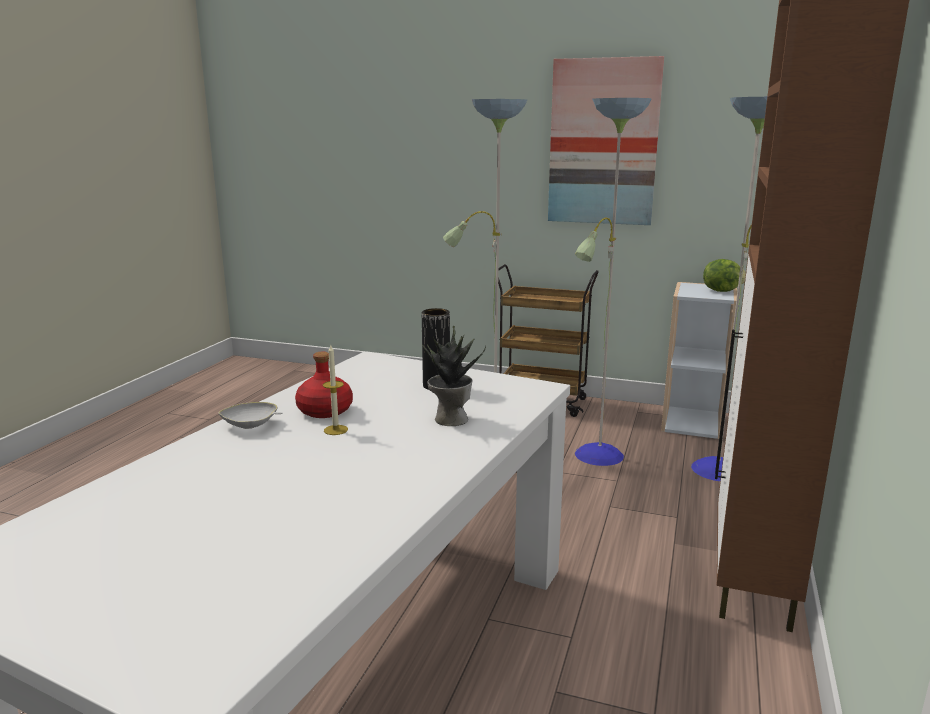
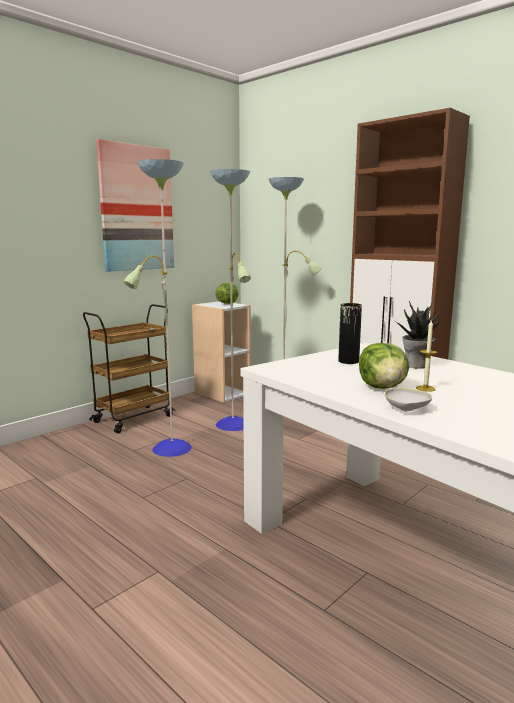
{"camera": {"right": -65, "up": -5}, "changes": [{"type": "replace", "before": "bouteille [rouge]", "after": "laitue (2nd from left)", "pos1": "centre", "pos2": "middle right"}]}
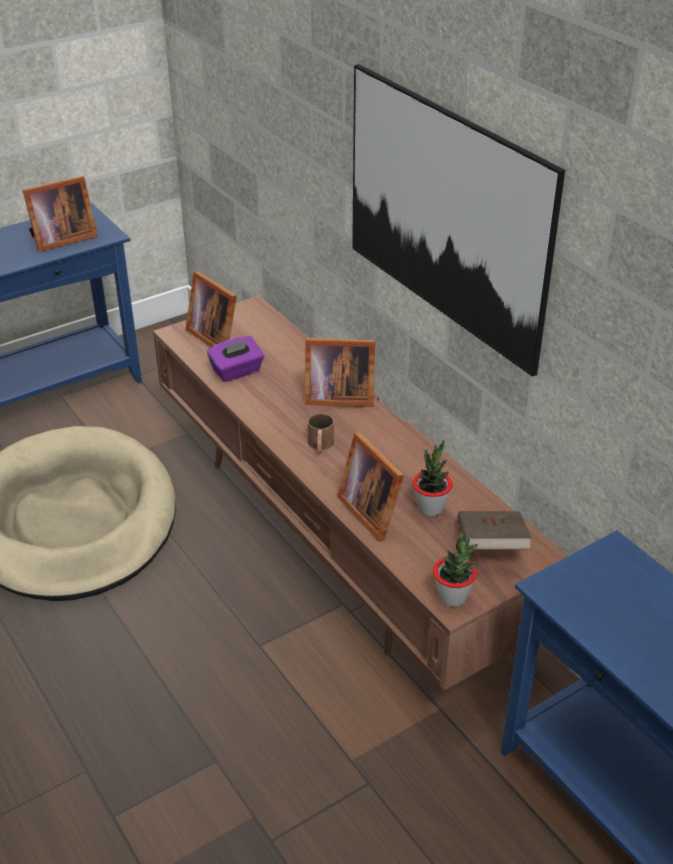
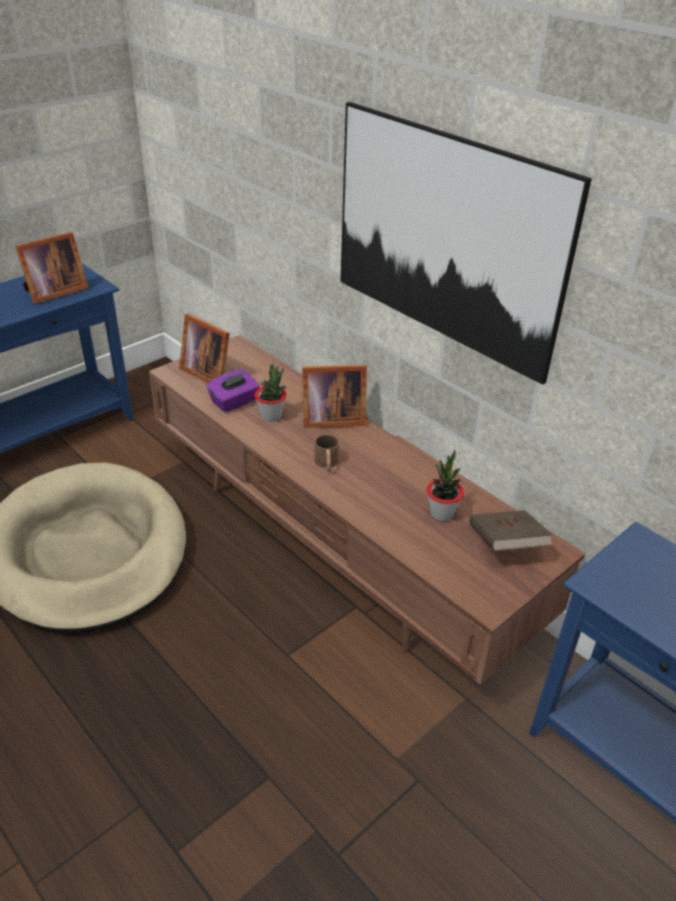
{"camera": {"right": -10, "up": 0}, "changes": [{"type": "delete", "before": "cadre photo (4th from left)", "pos1": "centre"}, {"type": "move", "before": "plante en pot (2nd from left in the first image)", "after": "plante en pot (1st from left)", "pos1": "middle right", "pos2": "centre"}]}
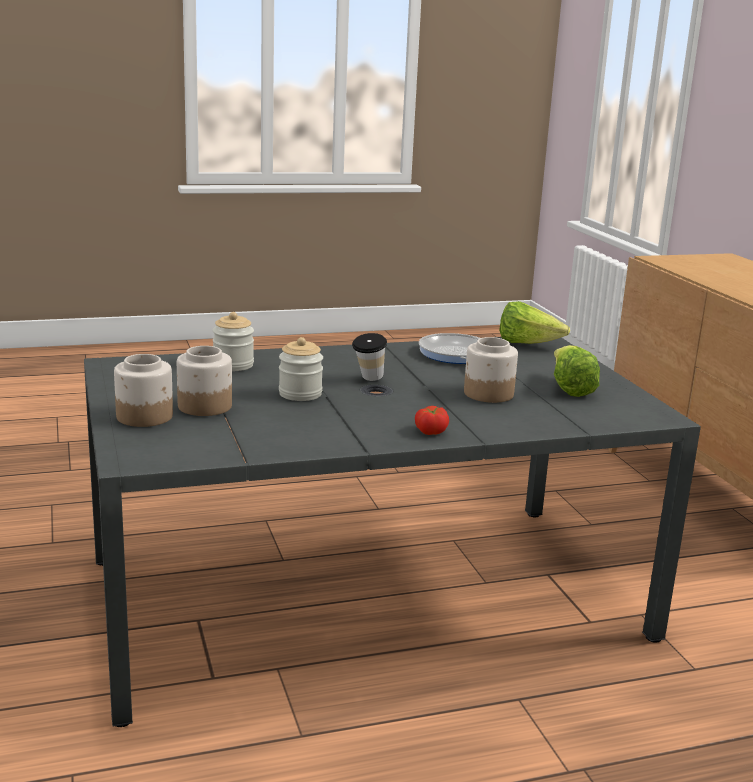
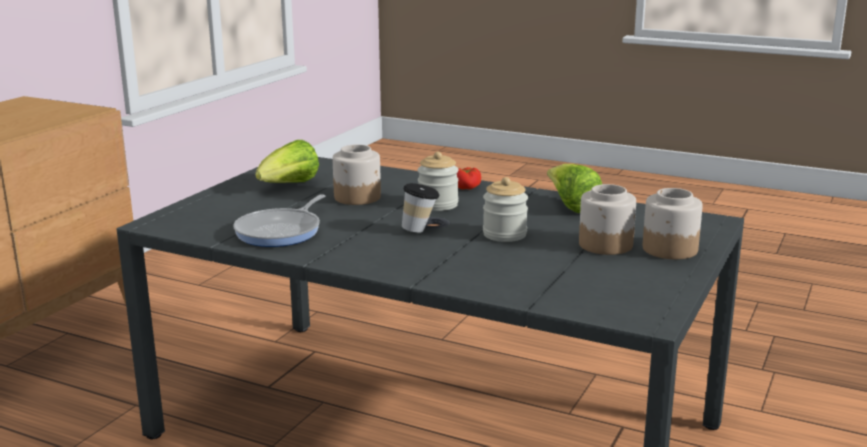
{"camera": {"right": -135, "up": 0}, "changes": [{"type": "move", "before": "bocal (3rd from left in the first image)", "after": "bocal (2nd from left)", "pos1": "middle left", "pos2": "centre"}, {"type": "move", "before": "laitue (1st from left in the first image)", "after": "laitue (2nd from left)", "pos1": "middle right", "pos2": "centre"}]}
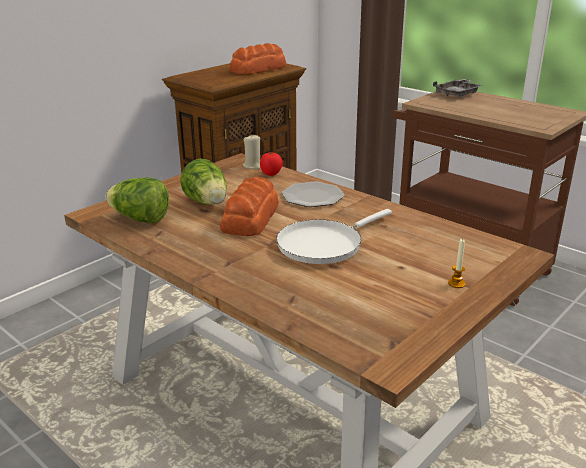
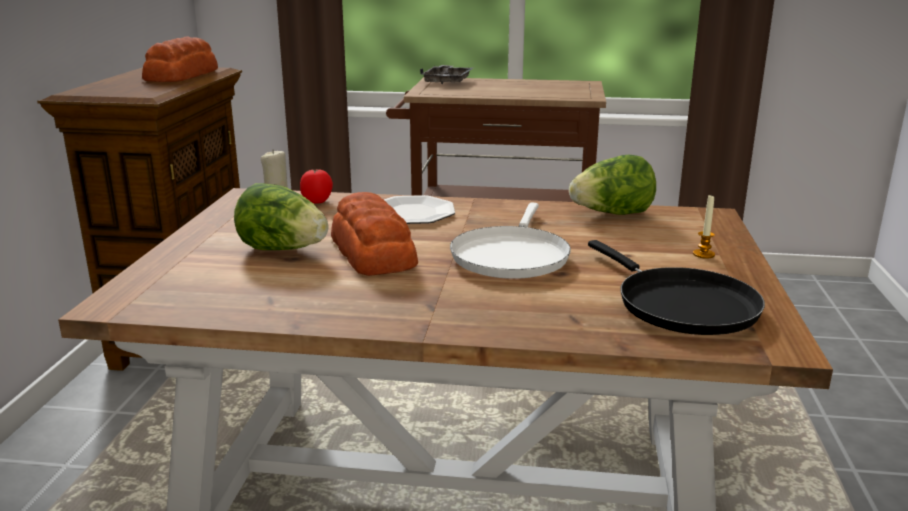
{"camera": {"right": -35, "up": -5}, "changes": [{"type": "insert", "after": "poêle [noir]", "pos2": "middle right"}, {"type": "move", "before": "laitue (1st from left in the first image)", "after": "laitue (2nd from left)", "pos1": "middle left", "pos2": "middle right"}]}
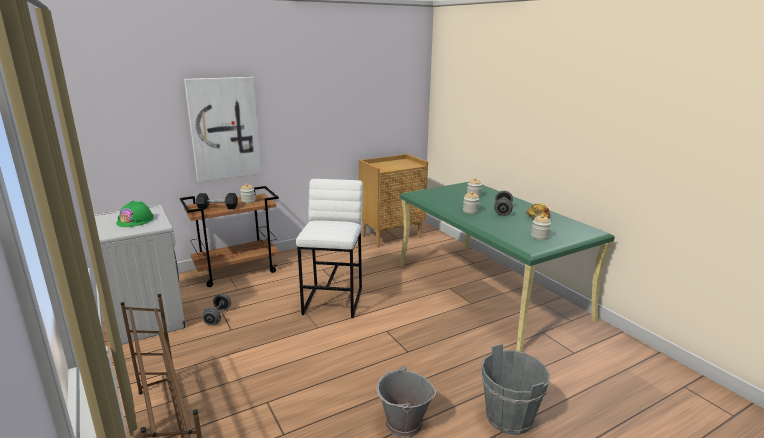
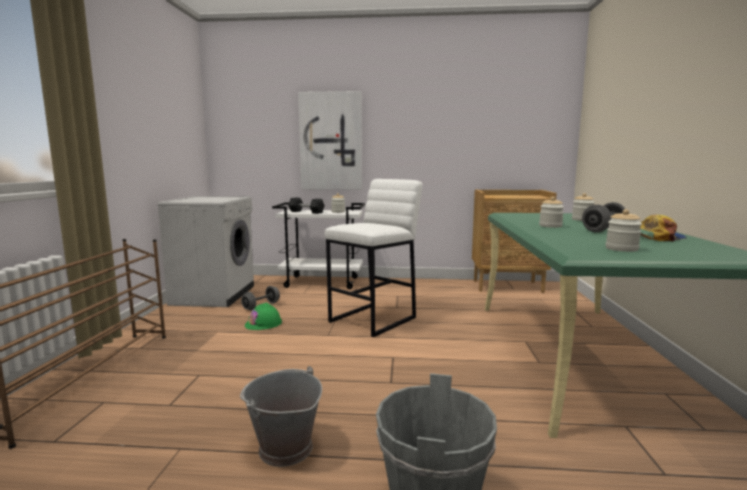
{"camera": {"right": 35, "up": -10}, "changes": [{"type": "move", "before": "casque de chantier [vert]", "pos1": "middle left", "pos2": "centre"}, {"type": "recolor", "before": "chariot [marron]", "after": "chariot [blanc]", "pos1": "middle left", "pos2": "centre"}]}
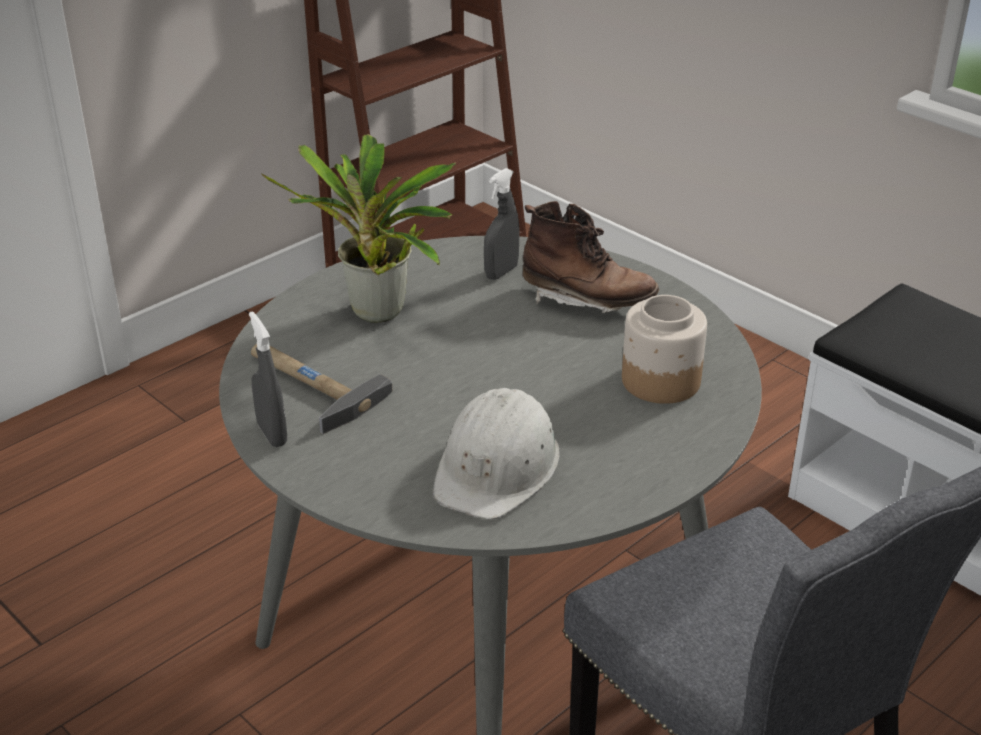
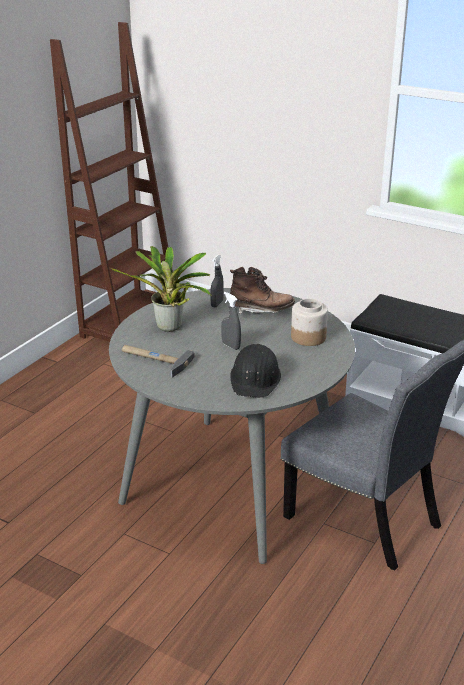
{"camera": {"right": -15, "up": -5}, "changes": [{"type": "move", "before": "vaporisateur [gris] (1st from left in the first image)", "after": "vaporisateur [gris] (2nd from left)", "pos1": "middle left", "pos2": "centre"}, {"type": "recolor", "before": "casque de chantier [blanc]", "after": "casque de chantier [noir]", "pos1": "centre", "pos2": "centre"}]}
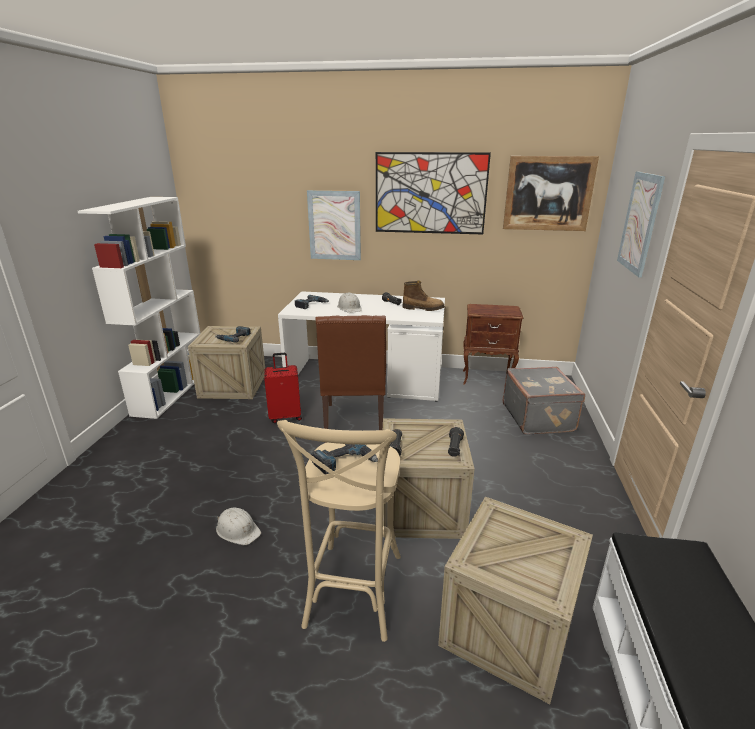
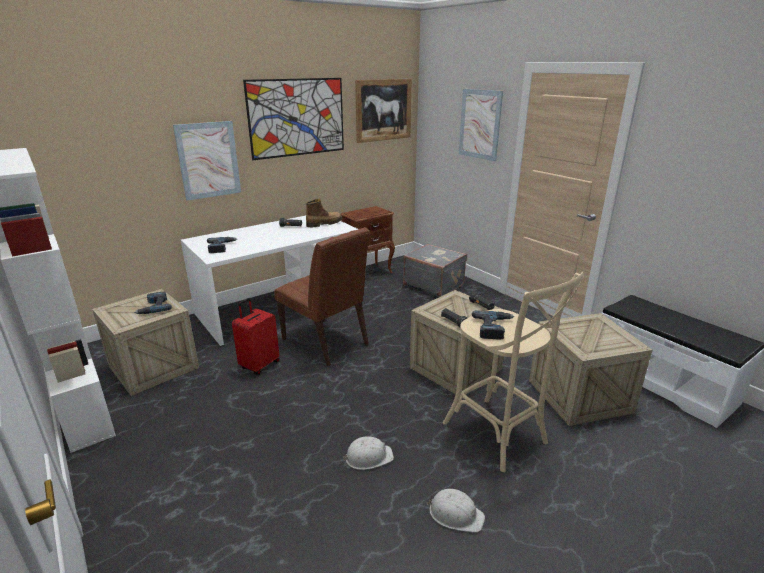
{"camera": {"right": -45, "up": 0}, "changes": [{"type": "move", "before": "casque de chantier [blanc] (2nd from left)", "pos1": "centre", "pos2": "bottom centre"}]}
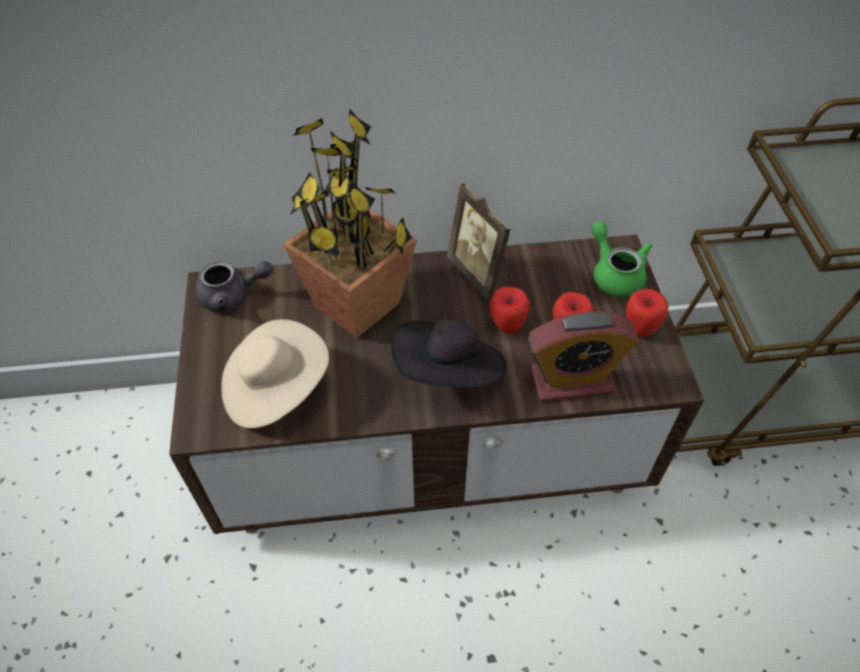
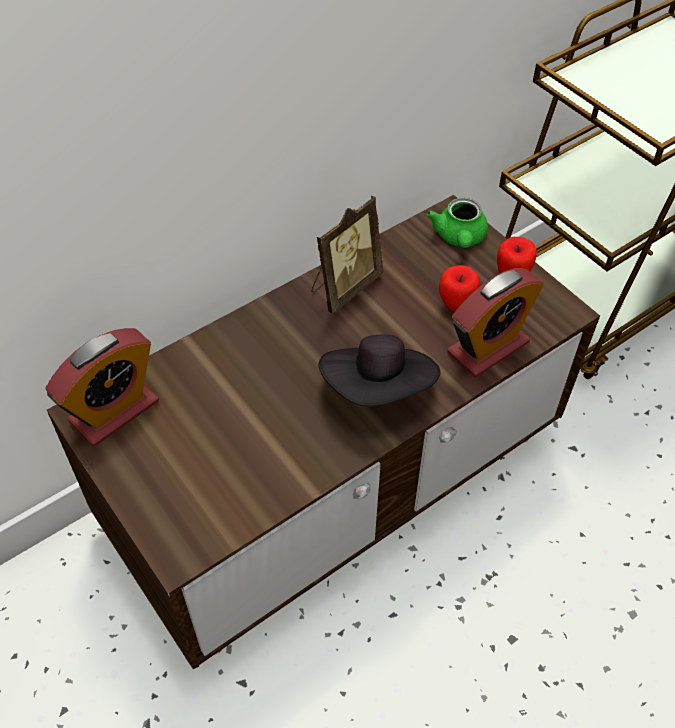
{"camera": {"right": -30, "up": 0}, "changes": [{"type": "delete", "before": "chapeau [beige]", "pos1": "middle left"}, {"type": "delete", "before": "plante en pot", "pos1": "top centre"}, {"type": "delete", "before": "pomme (1st from left)", "pos1": "centre"}, {"type": "replace", "before": "théière [gris]", "after": "réveil (1st from left)", "pos1": "middle left", "pos2": "middle left"}, {"type": "rotate", "before": "cadre photo", "pos1": "centre", "pos2": "centre", "turn": -75}, {"type": "rotate", "before": "théière [vert]", "pos1": "middle right", "pos2": "top right", "turn": -120}]}
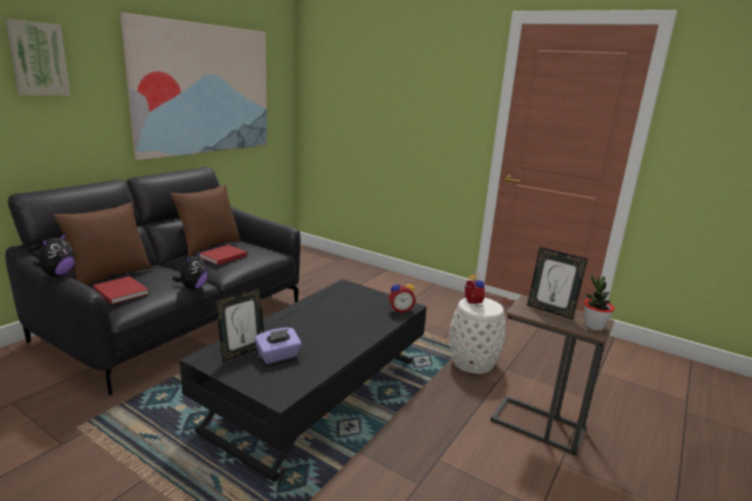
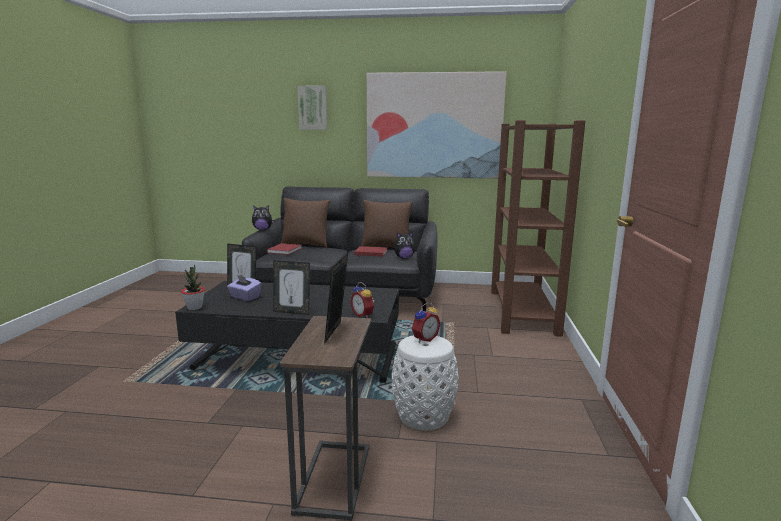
{"camera": {"right": 65, "up": -5}, "changes": [{"type": "insert", "after": "cadre photo (2nd from left)", "pos2": "centre"}, {"type": "insert", "after": "bibliothèque [marron]", "pos2": "middle right"}, {"type": "move", "before": "peluche (2nd from left)", "pos1": "middle left", "pos2": "centre"}, {"type": "move", "before": "plante en pot", "pos1": "middle right", "pos2": "middle left"}]}
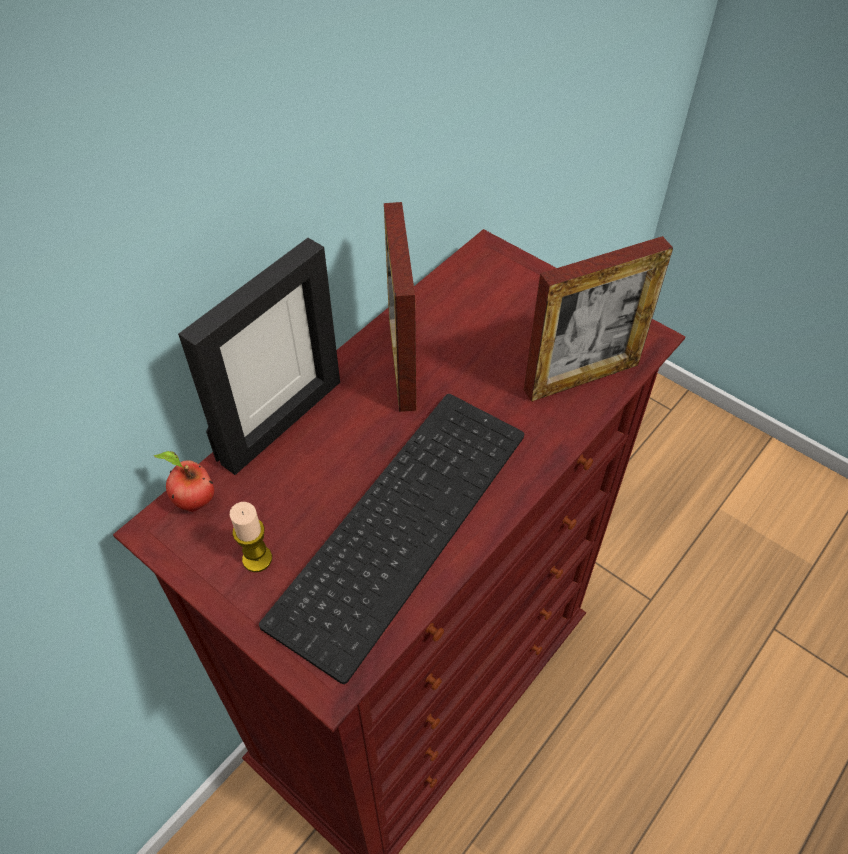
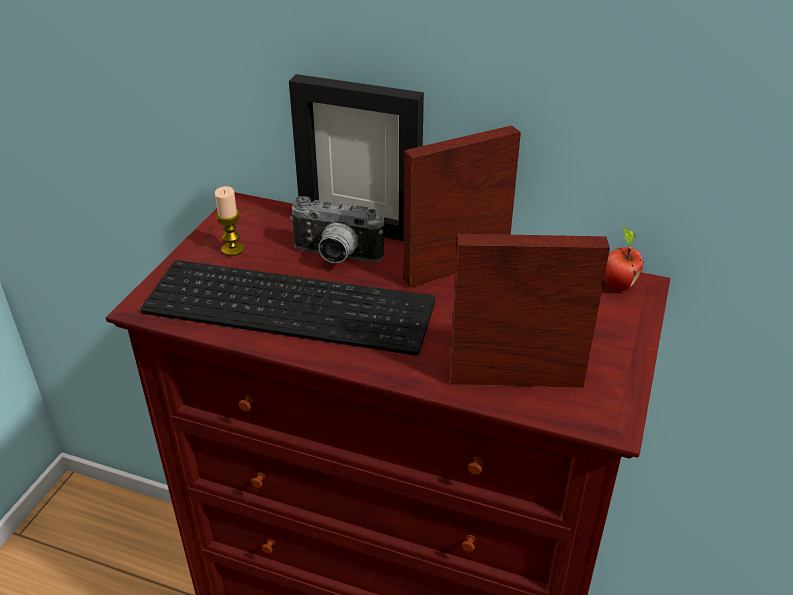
{"camera": {"right": 70, "up": -15}, "changes": [{"type": "insert", "after": "appareil photo", "pos2": "centre"}, {"type": "move", "before": "pomme", "pos1": "middle left", "pos2": "middle right"}, {"type": "rotate", "before": "cadre photo (3rd from left)", "pos1": "middle right", "pos2": "middle right", "turn": 135}]}
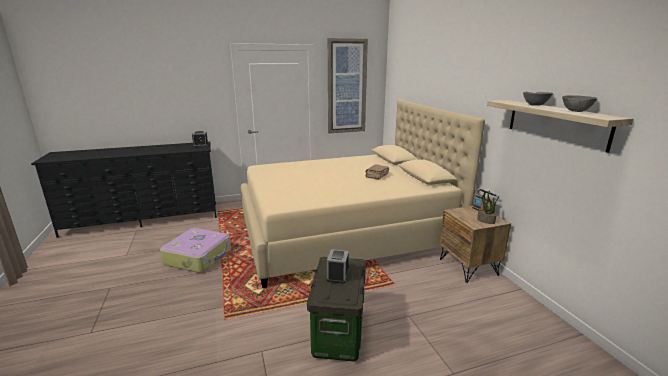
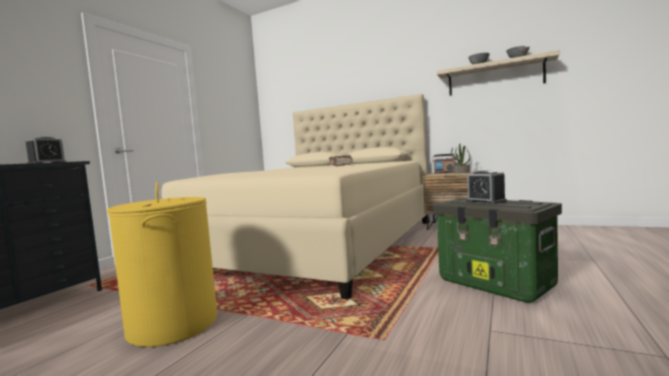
{"camera": {"right": -45, "up": -15}, "changes": [{"type": "delete", "before": "tableau", "pos1": "top centre"}, {"type": "replace", "before": "valise", "after": "panier à linge [jaune]", "pos1": "middle left", "pos2": "bottom left"}]}
